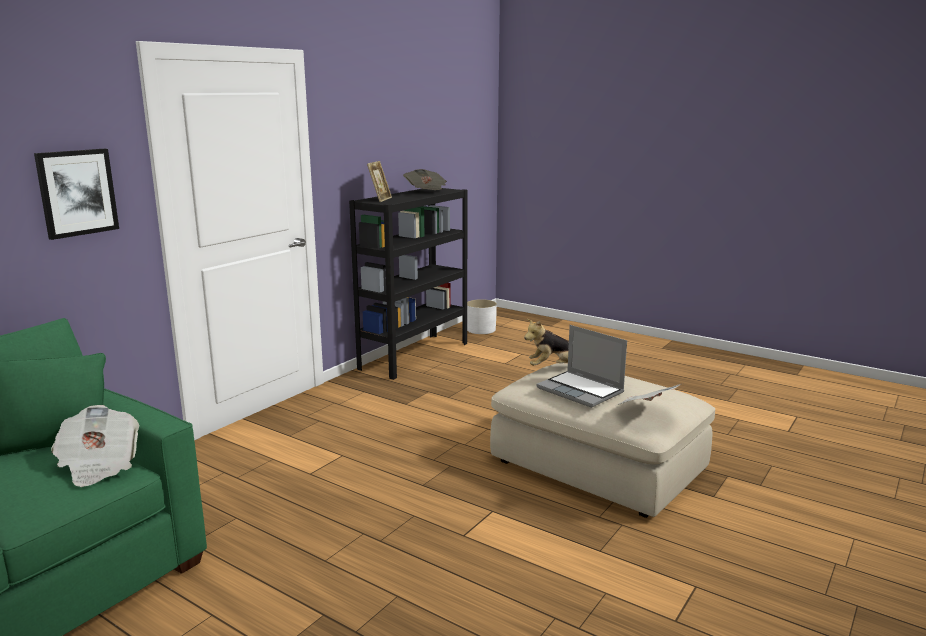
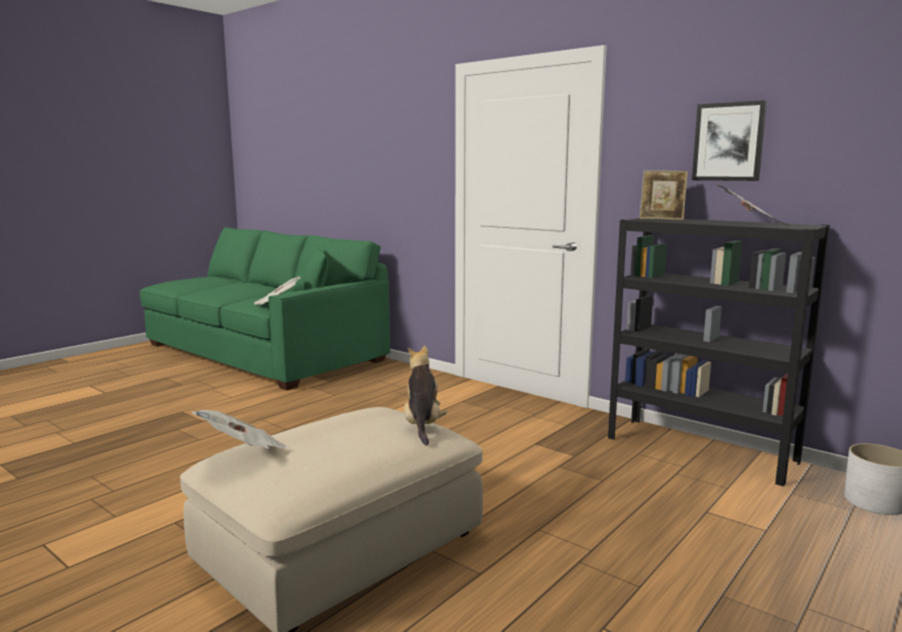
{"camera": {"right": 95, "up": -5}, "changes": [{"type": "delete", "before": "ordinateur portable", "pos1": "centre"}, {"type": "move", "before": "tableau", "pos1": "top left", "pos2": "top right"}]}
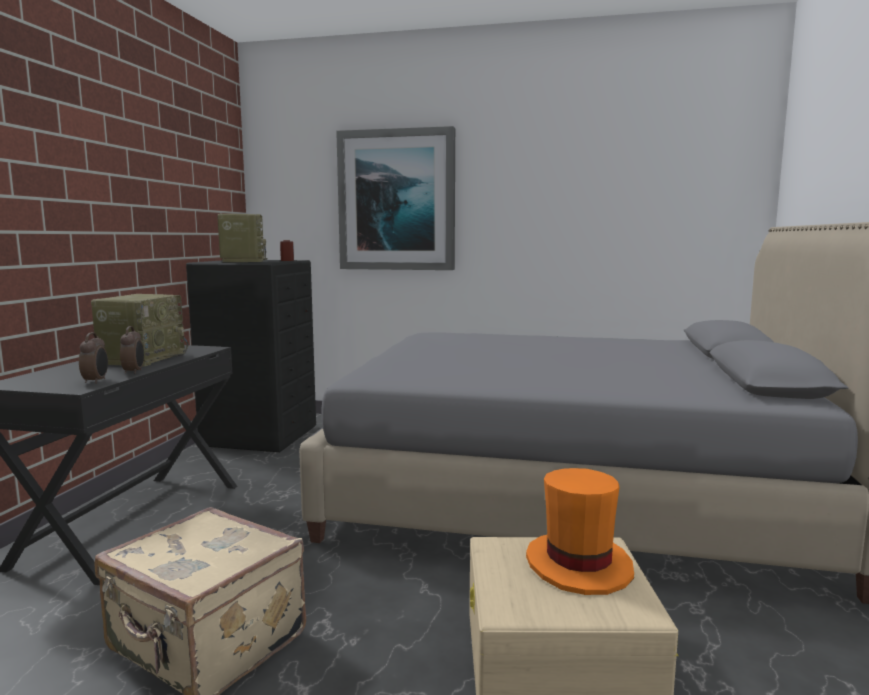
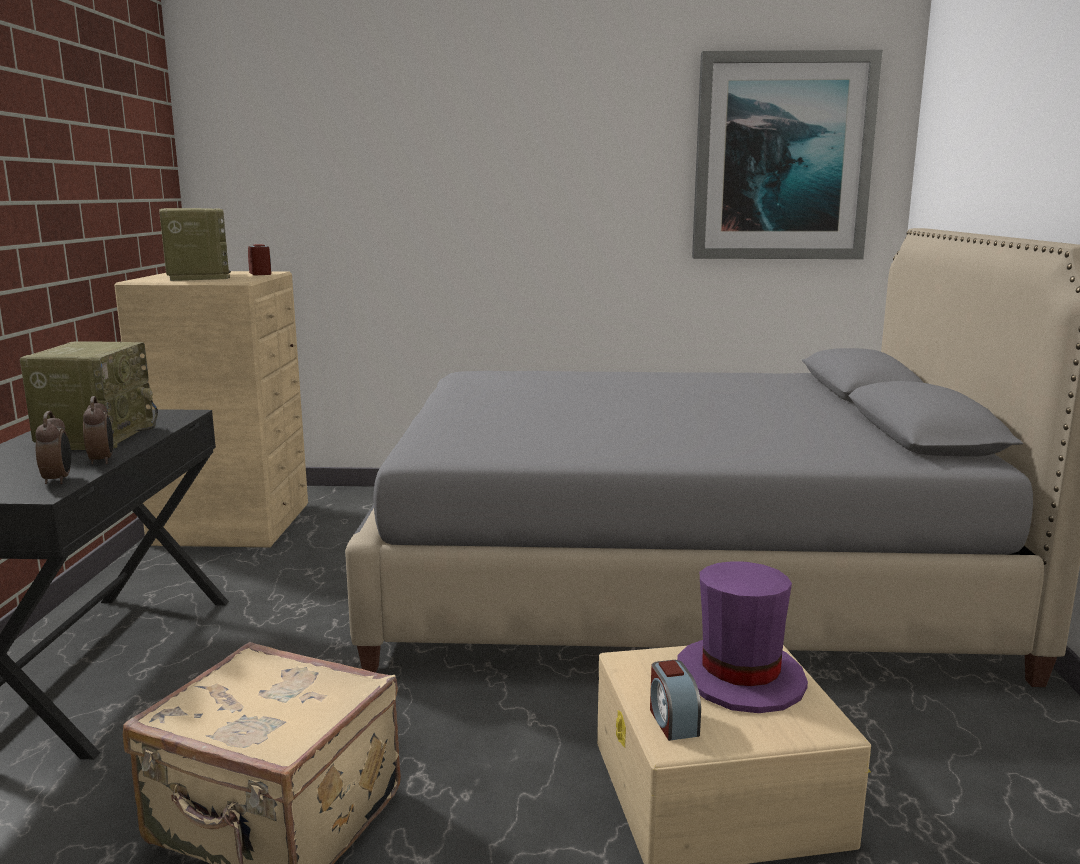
{"camera": {"right": -10, "up": 5}, "changes": [{"type": "insert", "after": "réveil (4th from left)", "pos2": "bottom centre"}, {"type": "move", "before": "tableau", "pos1": "top centre", "pos2": "top right"}, {"type": "recolor", "before": "commode [noir]", "after": "commode [beige]", "pos1": "middle left", "pos2": "middle left"}, {"type": "recolor", "before": "chapeau [orange]", "after": "chapeau [violet]", "pos1": "bottom right", "pos2": "bottom right"}]}
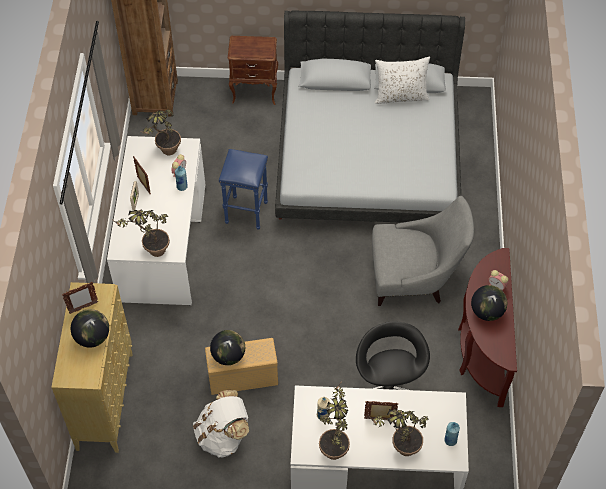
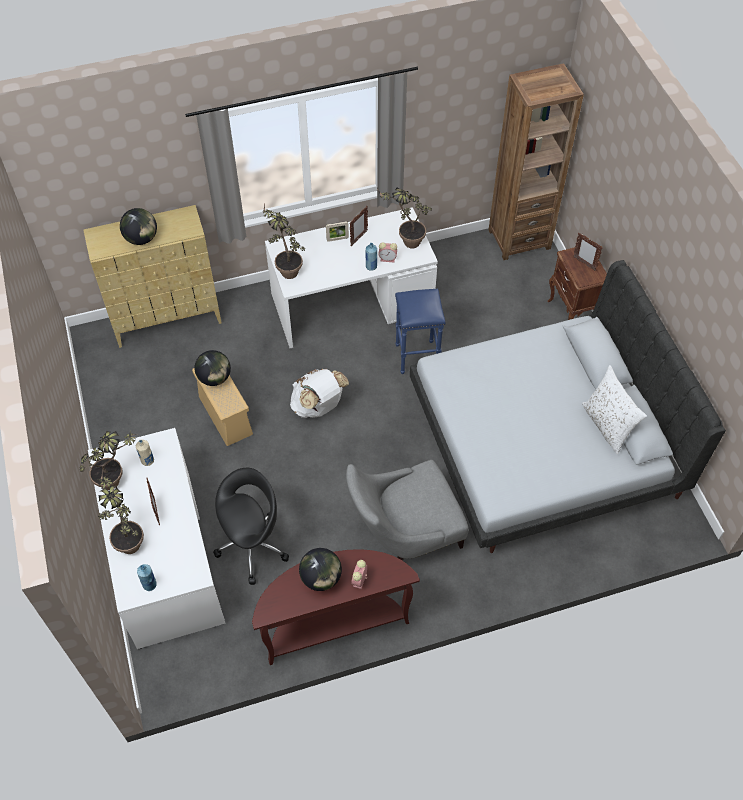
{"camera": {"right": 70, "up": 0}, "changes": [{"type": "move", "before": "cadre photo (1st from left in the first image)", "after": "cadre photo (4th from left)", "pos1": "middle left", "pos2": "top right"}, {"type": "move", "before": "sac à dos [blanc]", "pos1": "bottom centre", "pos2": "centre"}, {"type": "rotate", "before": "fauteuil [gris]", "pos1": "middle right", "pos2": "centre", "turn": 90}]}
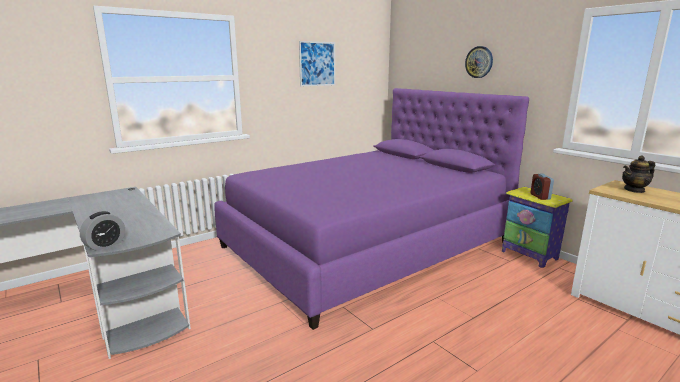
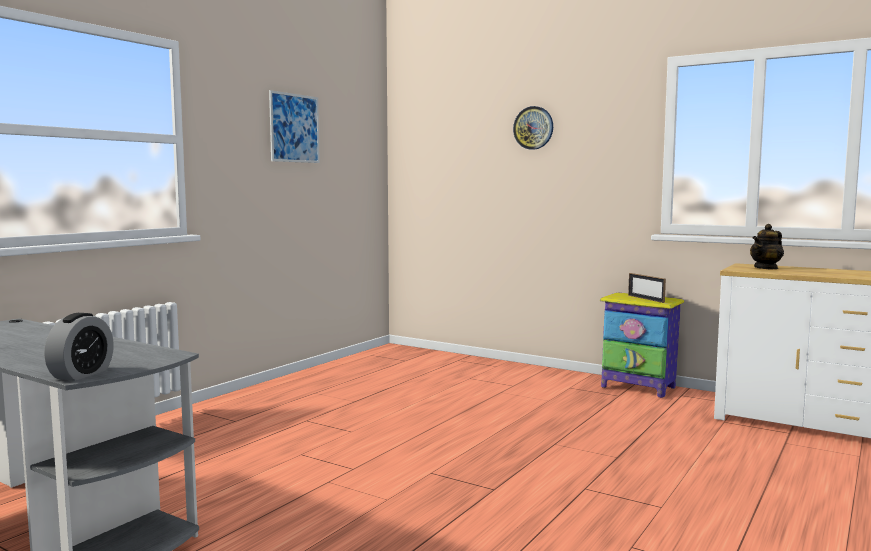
{"camera": {"right": -20, "up": -10}, "changes": [{"type": "delete", "before": "lit [violet]", "pos1": "centre"}, {"type": "replace", "before": "réveil (2nd from left)", "after": "cadre photo", "pos1": "middle right", "pos2": "middle right"}]}
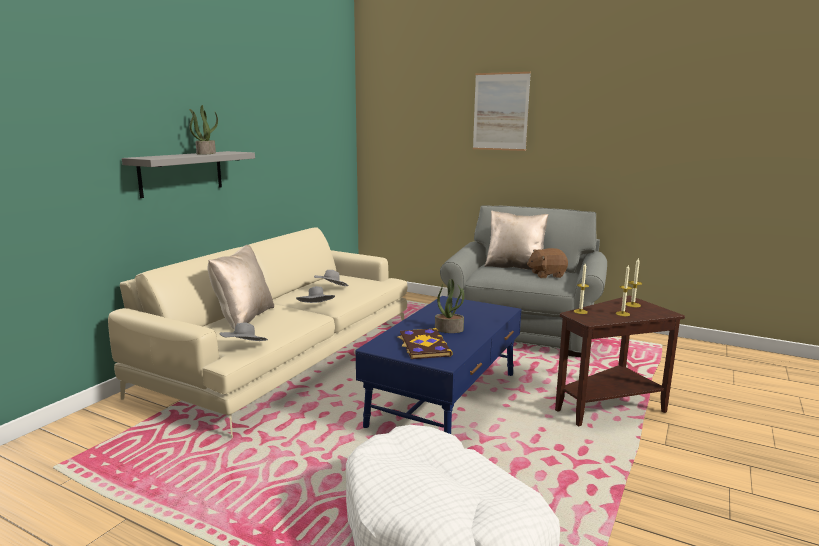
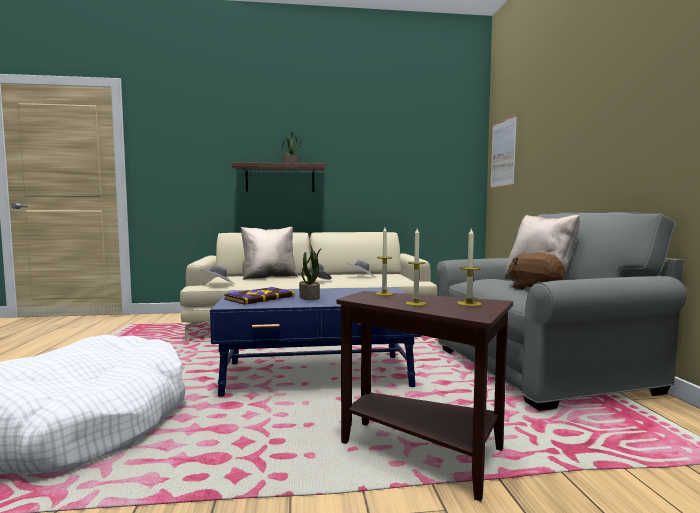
{"camera": {"right": 55, "up": -10}, "changes": [{"type": "move", "before": "tableau", "pos1": "top centre", "pos2": "top right"}, {"type": "recolor", "before": "étagère [gris]", "after": "étagère [marron]", "pos1": "top left", "pos2": "centre"}]}
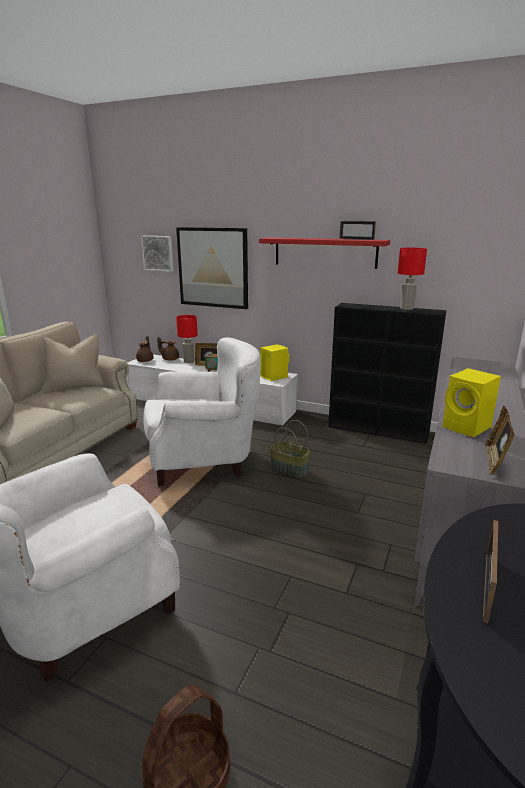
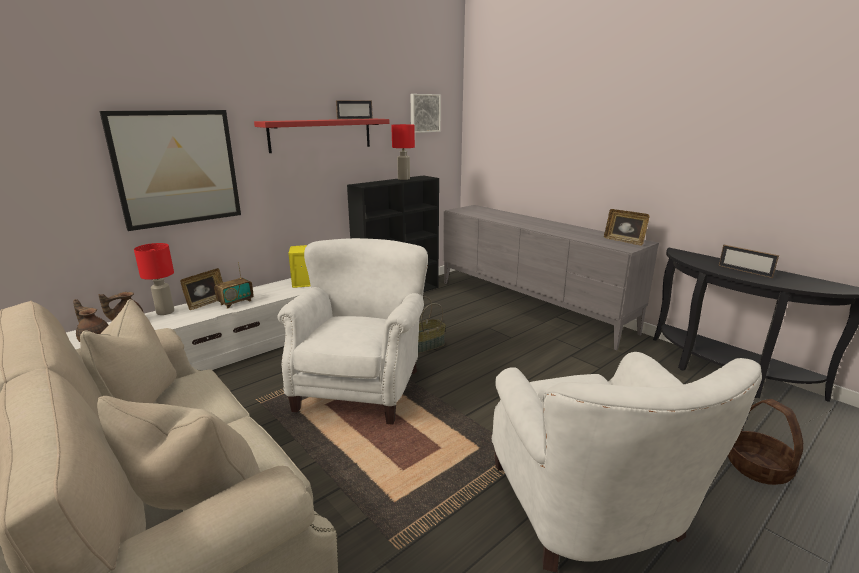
{"camera": {"right": -65, "up": 0}, "changes": [{"type": "delete", "before": "enceinte [jaune] (2nd from left)", "pos1": "middle right"}, {"type": "move", "before": "tableau (1st from left in the first image)", "after": "tableau (2nd from left)", "pos1": "top left", "pos2": "top centre"}]}
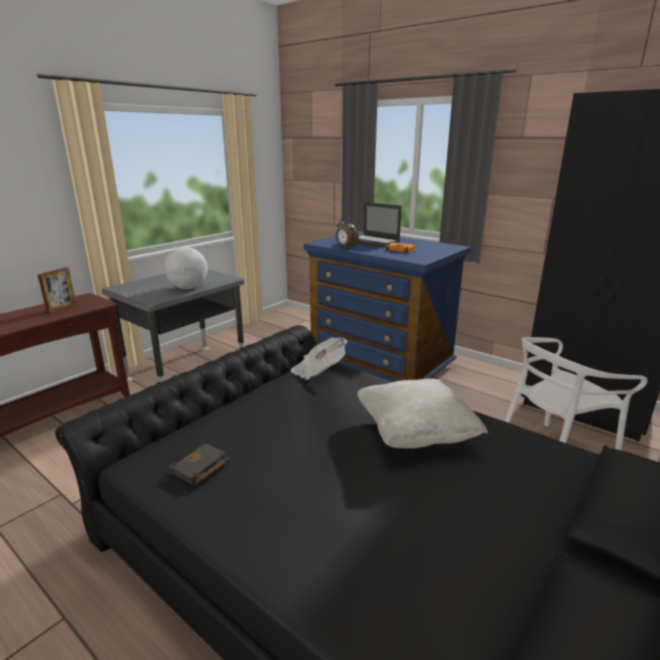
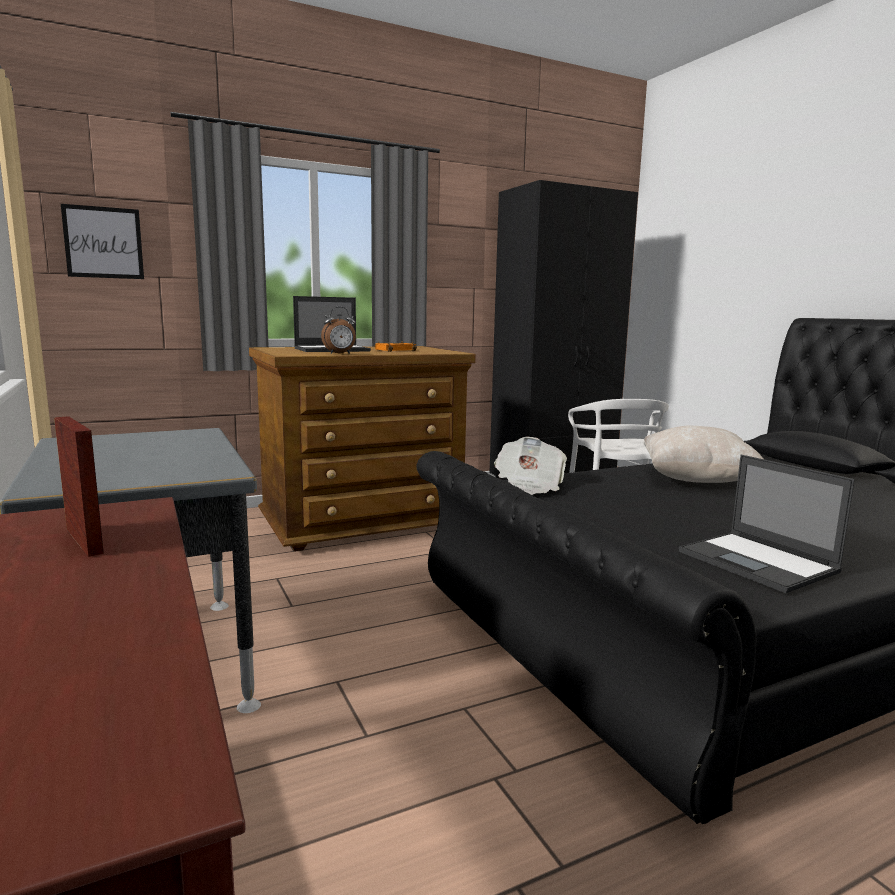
{"camera": {"right": -65, "up": -10}, "changes": [{"type": "delete", "before": "globe", "pos1": "middle left"}, {"type": "insert", "after": "tableau", "pos2": "top left"}, {"type": "replace", "before": "livre [noir]", "after": "ordinateur portable (2nd from left)", "pos1": "bottom left", "pos2": "middle right"}, {"type": "recolor", "before": "commode [bleu]", "after": "commode [marron]", "pos1": "centre", "pos2": "centre"}]}
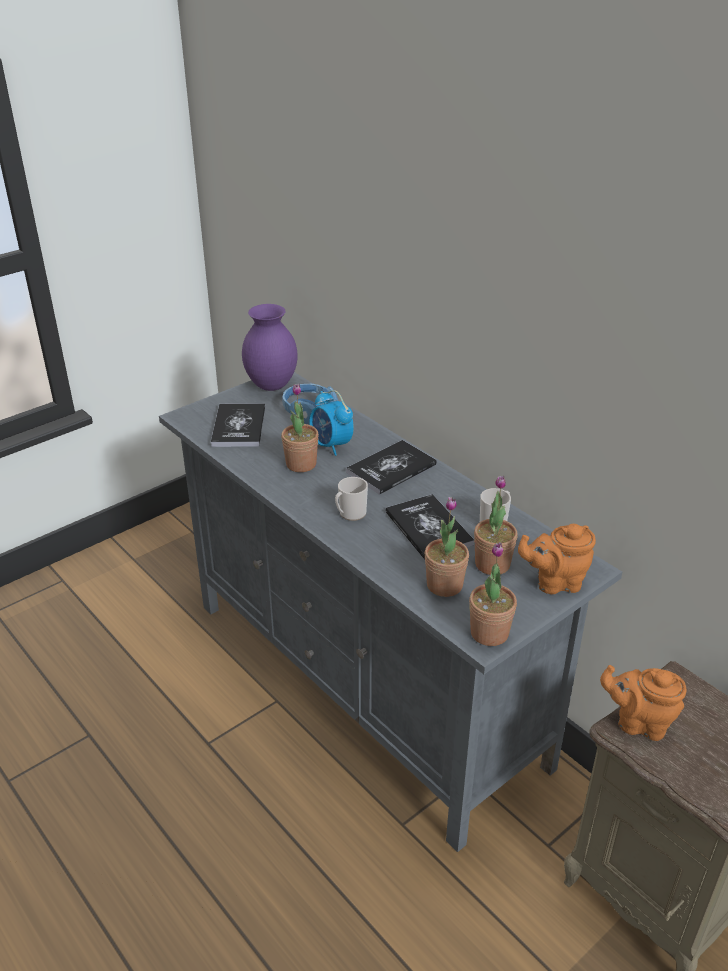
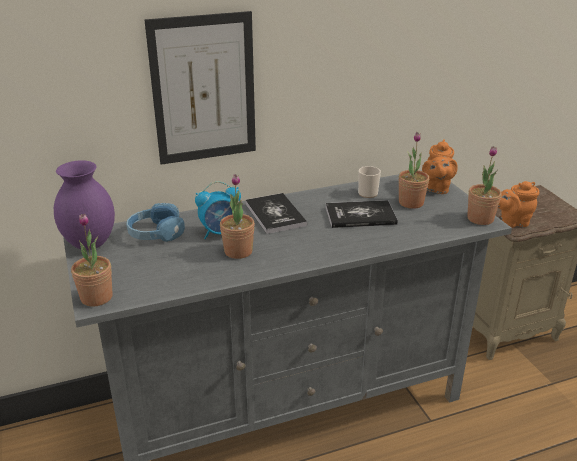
{"camera": {"right": -70, "up": -5}, "changes": [{"type": "delete", "before": "livre (1st from left)", "pos1": "middle left"}, {"type": "delete", "before": "mug (1st from left)", "pos1": "centre"}, {"type": "insert", "after": "tableau", "pos2": "top centre"}, {"type": "move", "before": "plante en pot (2nd from left in the first image)", "after": "plante en pot (1st from left)", "pos1": "centre", "pos2": "middle left"}, {"type": "rotate", "before": "théière [orange] (2nd from left)", "pos1": "bottom right", "pos2": "middle right", "turn": 45}]}
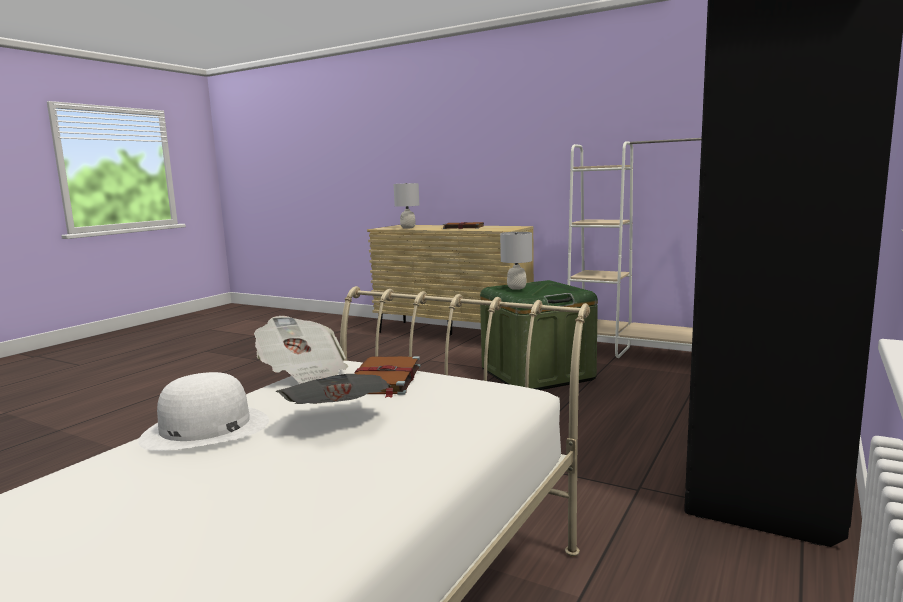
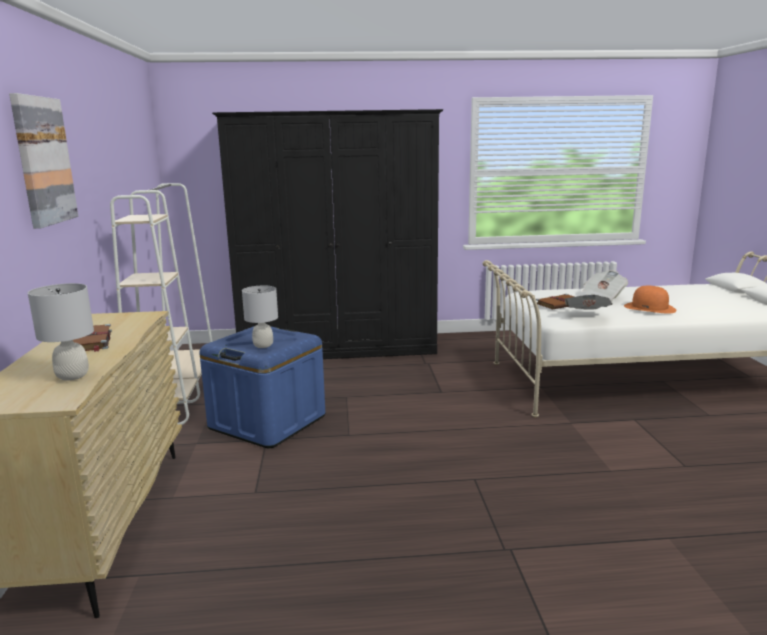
{"camera": {"right": -125, "up": 5}, "changes": [{"type": "insert", "after": "tableau", "pos2": "top left"}, {"type": "recolor", "before": "chapeau [blanc]", "after": "chapeau [orange]", "pos1": "bottom left", "pos2": "middle right"}, {"type": "recolor", "before": "boîte de rangement [vert]", "after": "boîte de rangement [bleu]", "pos1": "centre", "pos2": "centre"}]}
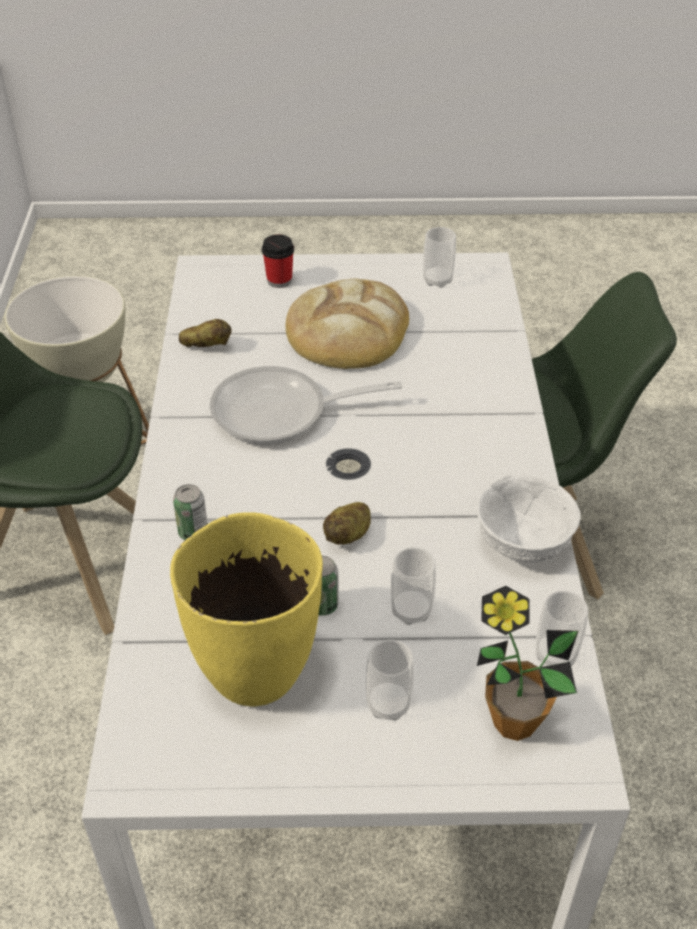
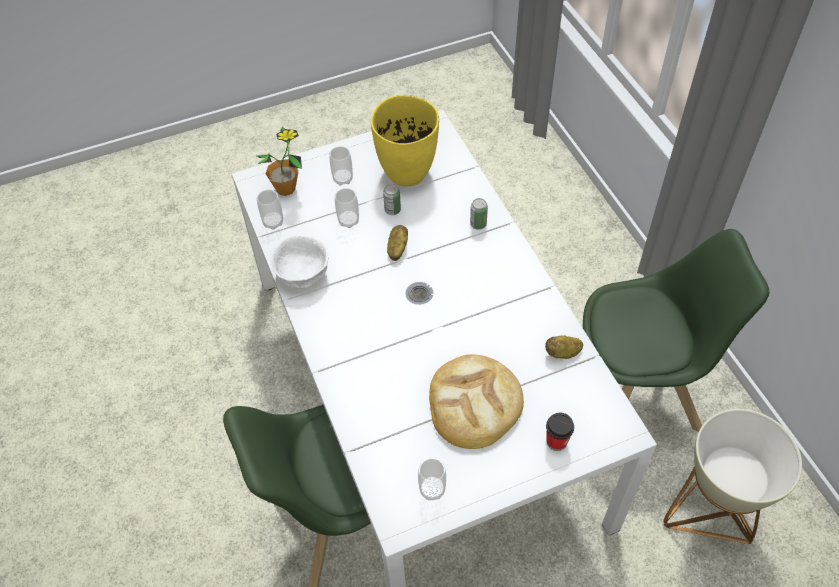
{"camera": {"right": 160, "up": 10}, "changes": [{"type": "delete", "before": "poêle", "pos1": "centre"}]}
